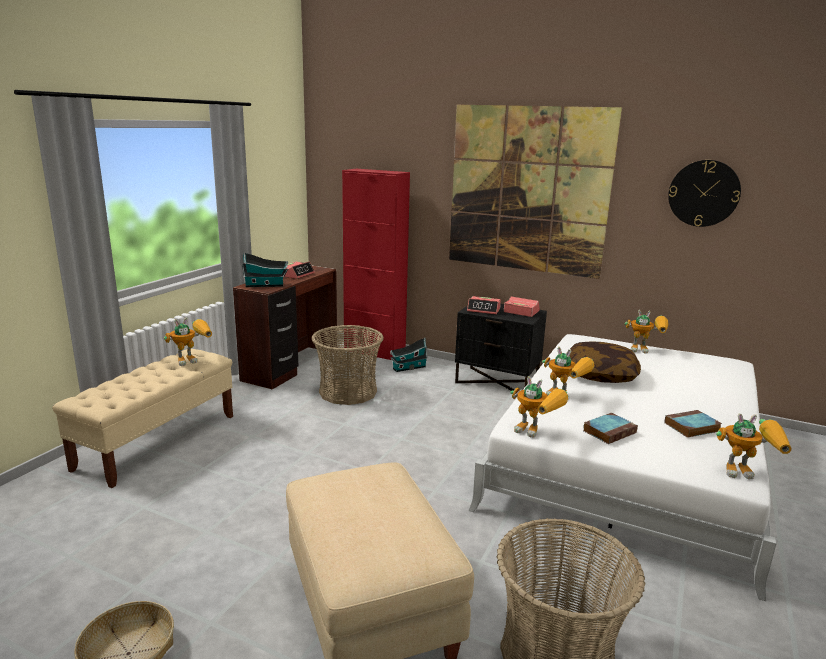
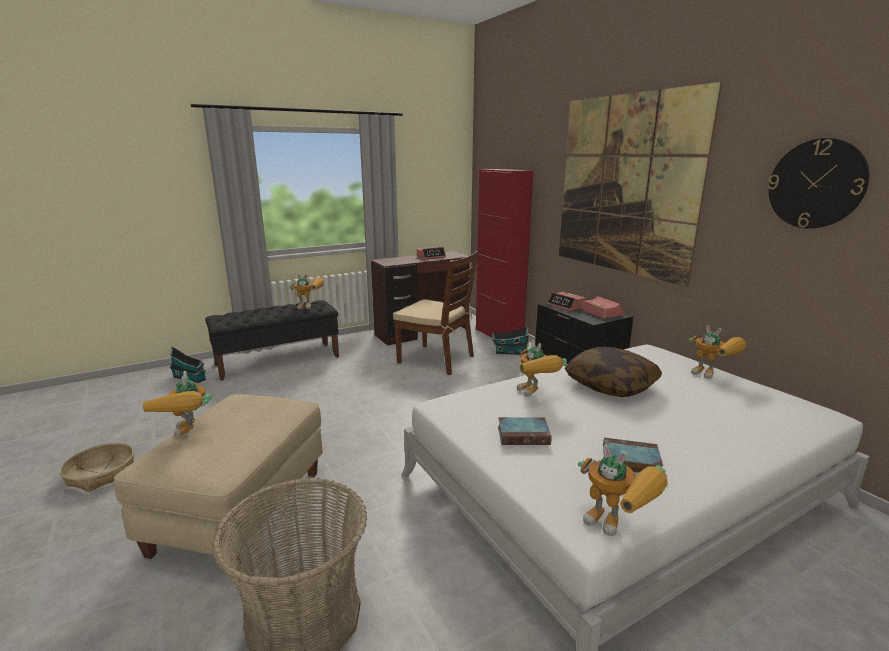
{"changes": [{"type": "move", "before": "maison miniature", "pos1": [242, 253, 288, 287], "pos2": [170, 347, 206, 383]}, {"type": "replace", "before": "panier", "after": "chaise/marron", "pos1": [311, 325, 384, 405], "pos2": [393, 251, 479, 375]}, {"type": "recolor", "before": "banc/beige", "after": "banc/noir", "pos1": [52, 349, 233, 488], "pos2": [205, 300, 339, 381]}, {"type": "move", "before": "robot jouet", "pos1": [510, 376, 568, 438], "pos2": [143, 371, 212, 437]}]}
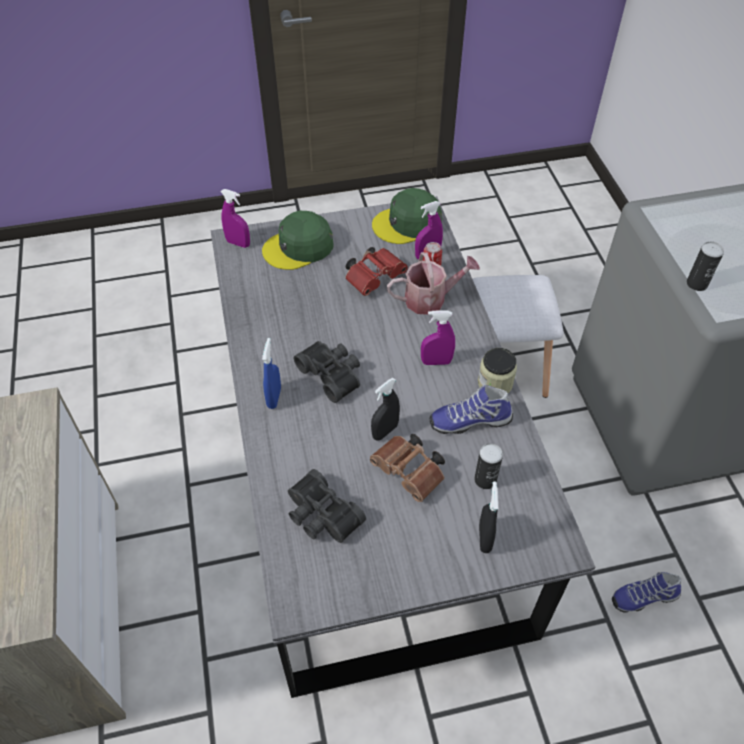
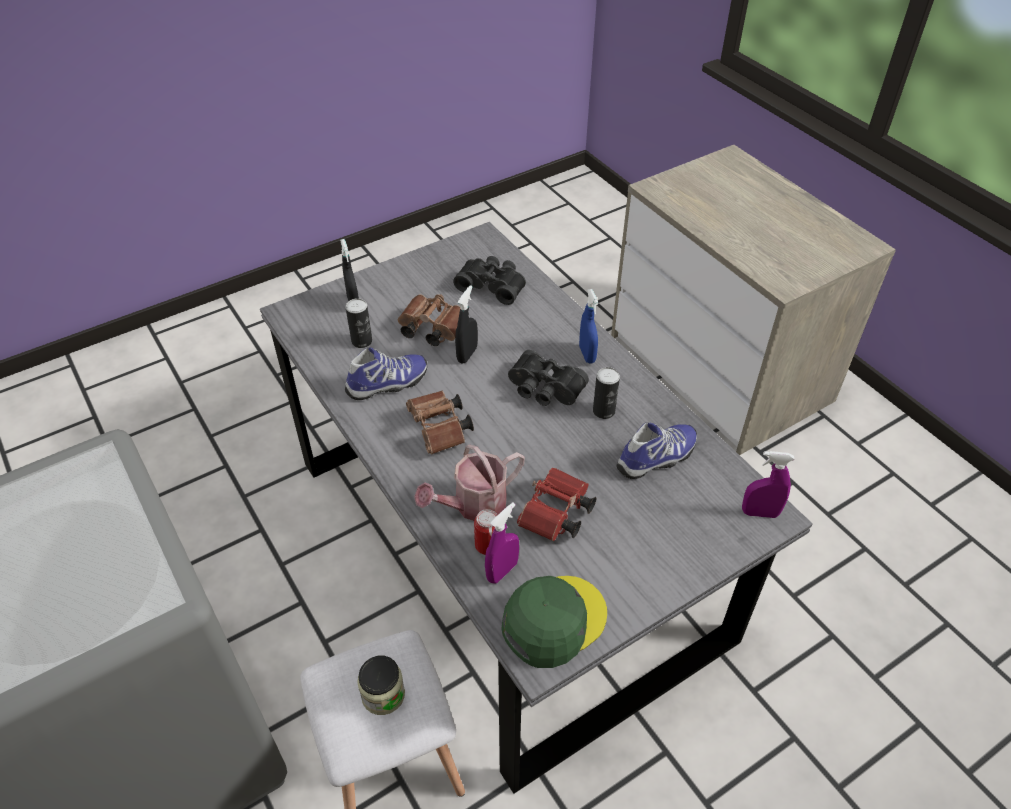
{"changes": [{"type": "delete", "before": "casquette/vert", "pos1": [262, 211, 334, 270]}, {"type": "move", "before": "boîte métallique", "pos1": [687, 242, 724, 291], "pos2": [593, 367, 620, 419]}, {"type": "replace", "before": "vaporisateur/violet", "after": "jumelles/marron", "pos1": [421, 310, 455, 365], "pos2": [406, 391, 474, 455]}, {"type": "move", "before": "bocal", "pos1": [478, 348, 517, 393], "pos2": [357, 656, 405, 715]}, {"type": "move", "before": "chaussure", "pos1": [612, 572, 681, 613], "pos2": [616, 422, 697, 479]}]}
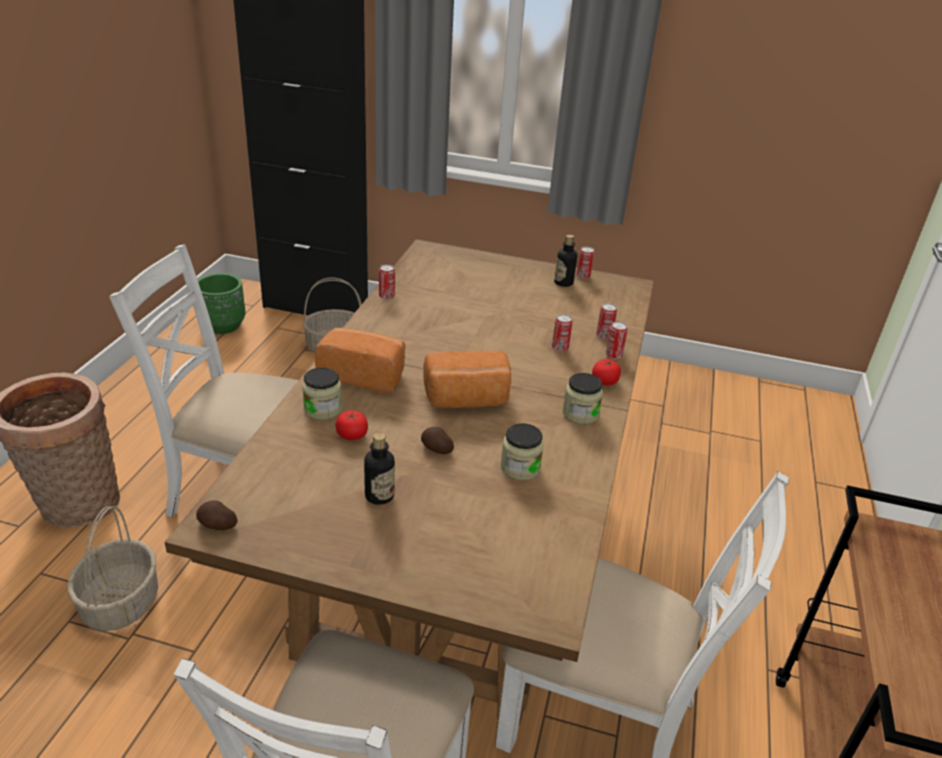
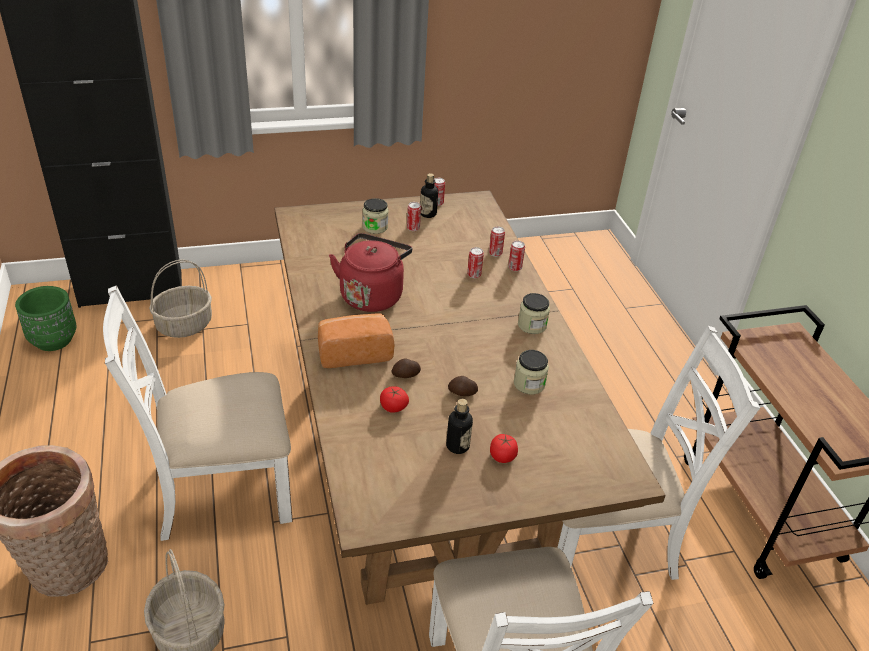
{"changes": [{"type": "move", "before": "boîte métallique", "pos1": [379, 264, 395, 300], "pos2": [407, 202, 421, 231]}, {"type": "delete", "before": "pain", "pos1": [423, 351, 511, 408]}, {"type": "move", "before": "tomate", "pos1": [592, 359, 621, 385], "pos2": [490, 434, 518, 463]}, {"type": "move", "before": "bocal", "pos1": [302, 368, 342, 420], "pos2": [362, 198, 389, 234]}, {"type": "move", "before": "pomme de terre", "pos1": [196, 500, 238, 530], "pos2": [392, 358, 421, 378]}, {"type": "insert", "after": "bouilloire/rouge", "pos2": [329, 233, 412, 312]}]}
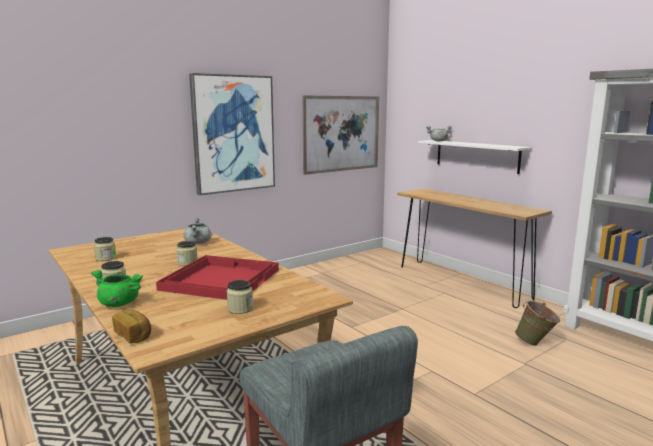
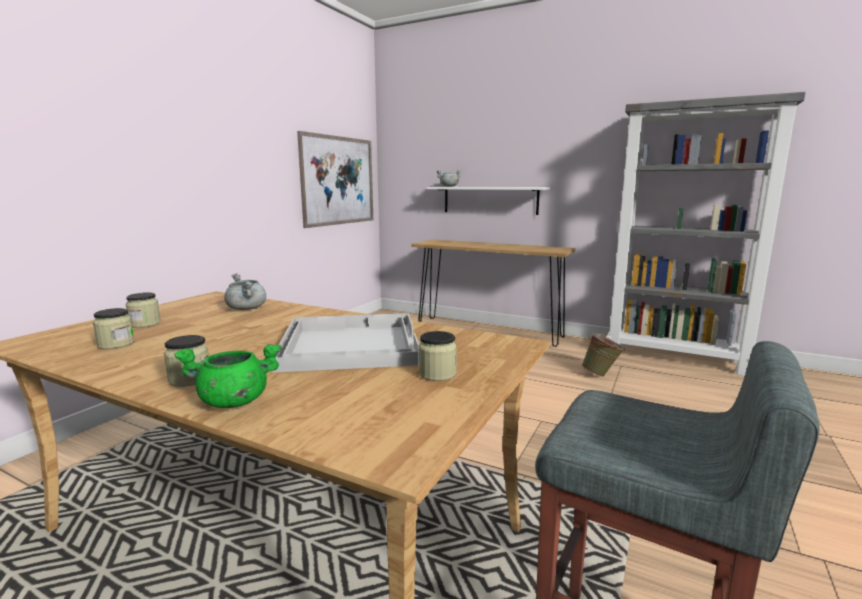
{"changes": [{"type": "delete", "before": "tableau", "pos1": [189, 73, 275, 195]}, {"type": "move", "before": "bocal", "pos1": [176, 241, 198, 266], "pos2": [126, 292, 161, 328]}, {"type": "recolor", "before": "plateau/rouge", "after": "plateau/blanc", "pos1": [156, 255, 279, 300], "pos2": [272, 313, 419, 372]}, {"type": "delete", "before": "pain", "pos1": [112, 310, 151, 344]}]}
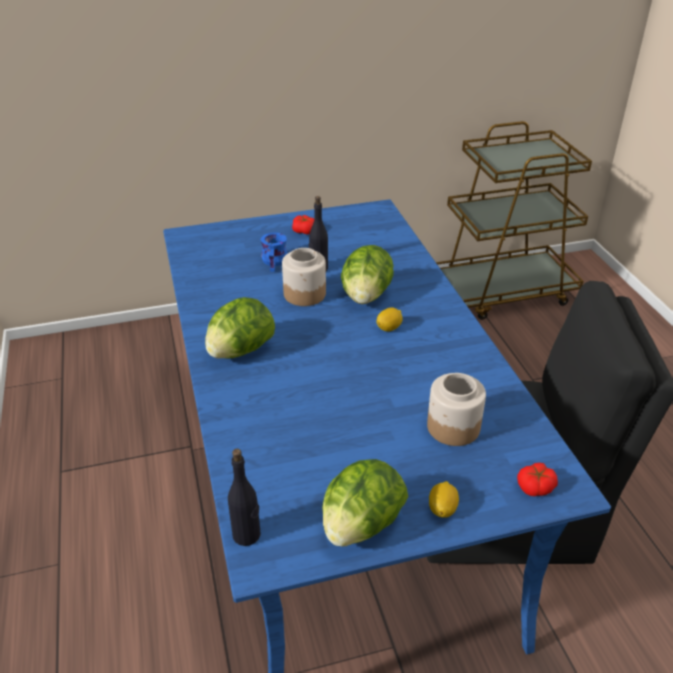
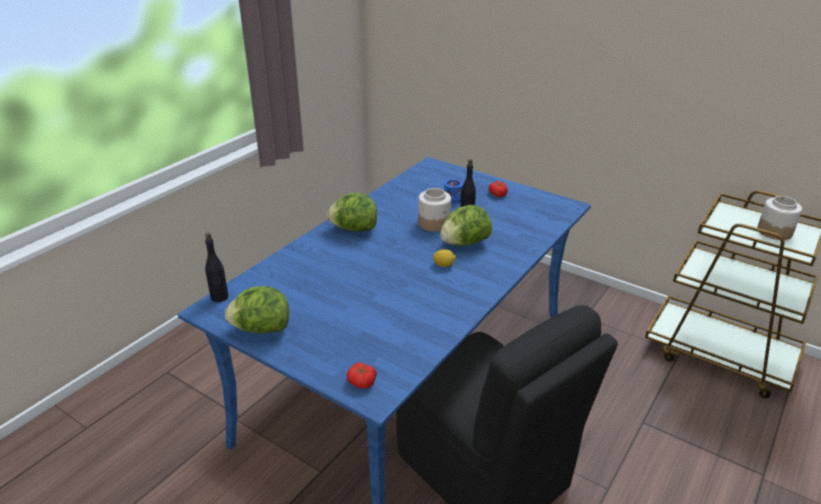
{"changes": [{"type": "move", "before": "bocal", "pos1": [427, 373, 486, 446], "pos2": [757, 196, 802, 240]}, {"type": "delete", "before": "citron", "pos1": [429, 481, 459, 518]}]}
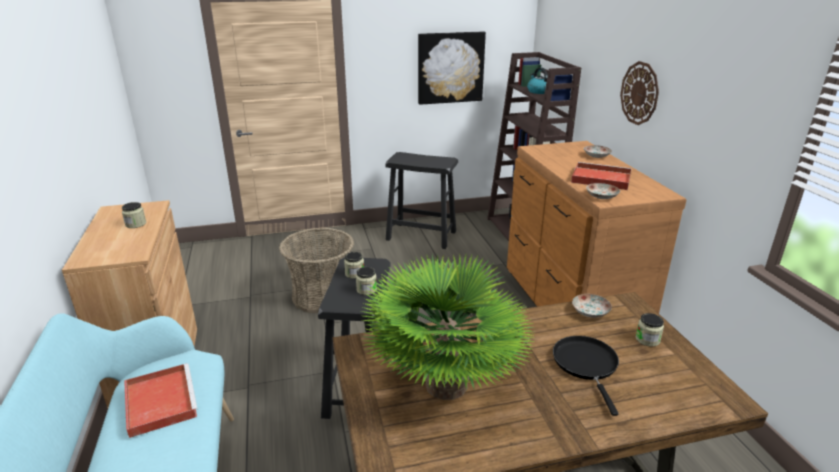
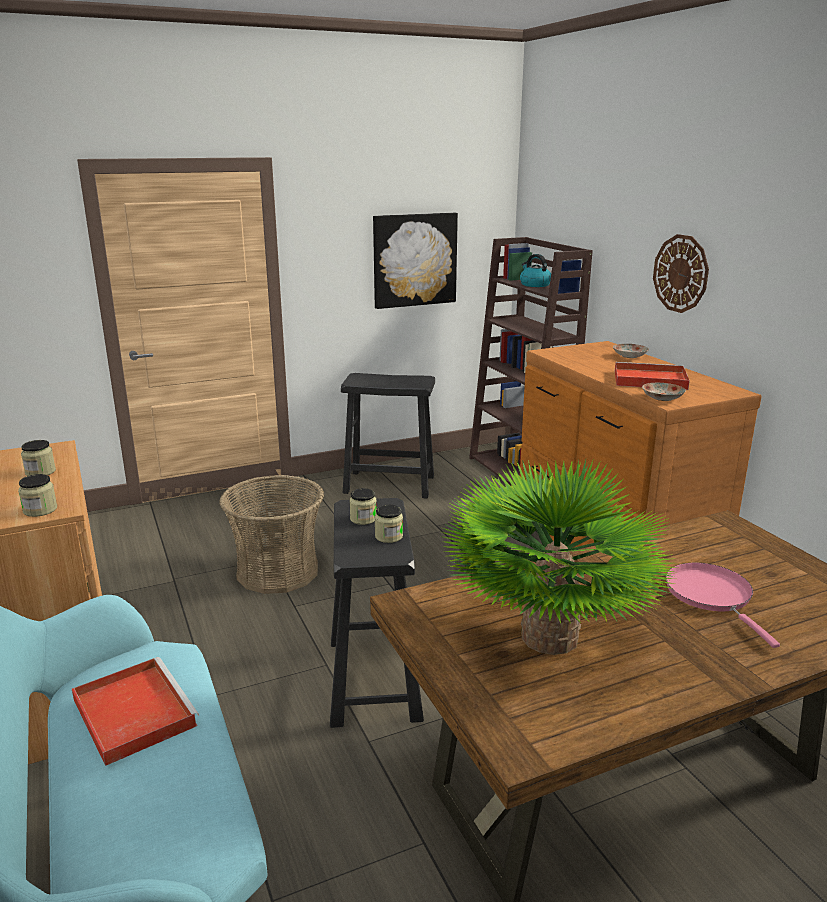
{"changes": [{"type": "delete", "before": "assiette", "pos1": [572, 294, 612, 318]}, {"type": "move", "before": "bocal", "pos1": [636, 313, 664, 347], "pos2": [18, 474, 57, 517]}, {"type": "recolor", "before": "poêle/noir", "after": "poêle/rose", "pos1": [553, 336, 619, 416], "pos2": [666, 563, 780, 648]}]}
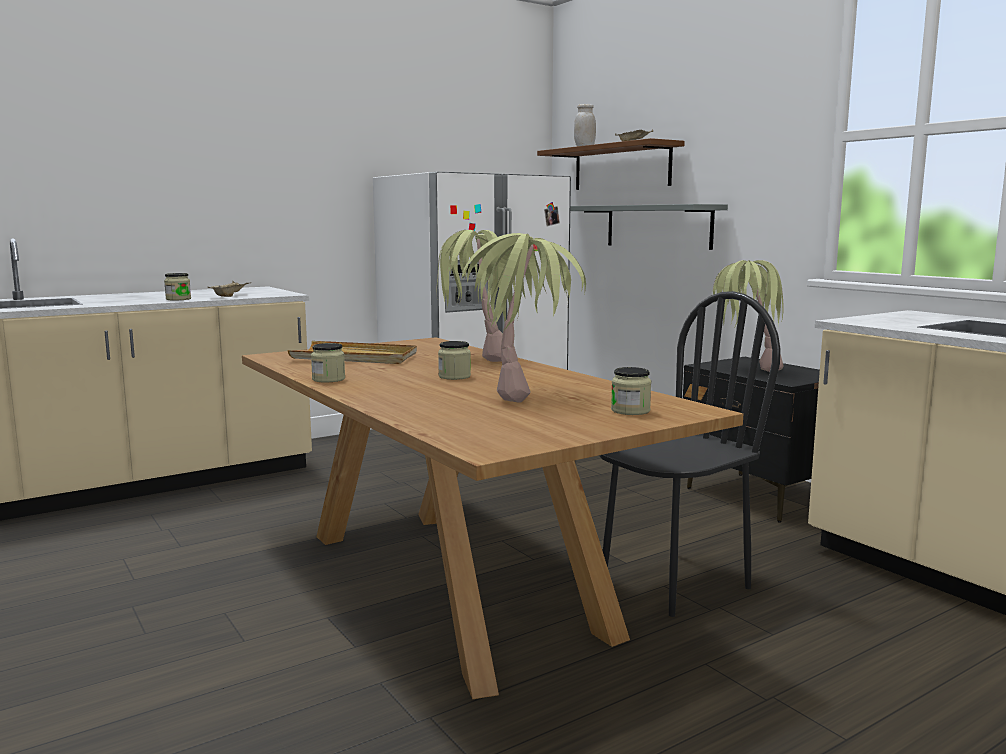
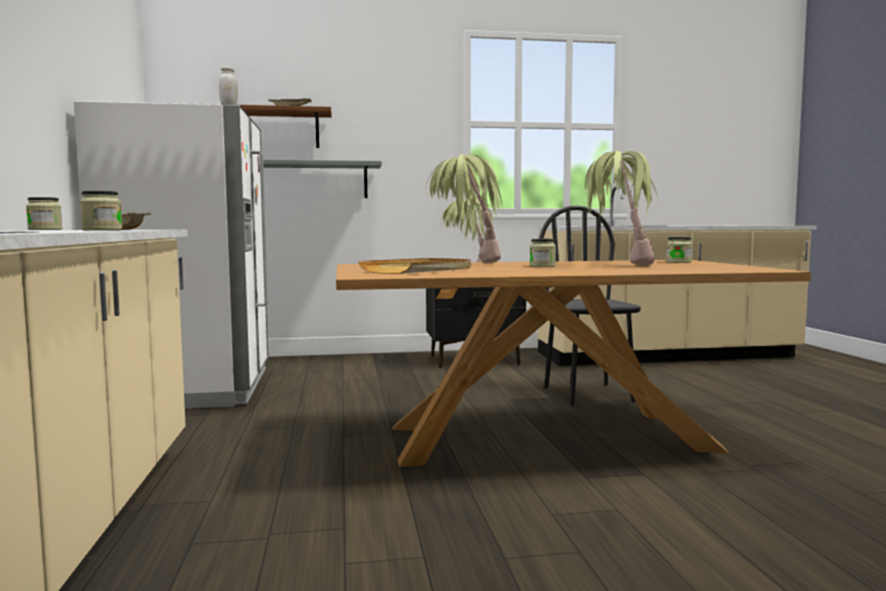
{"changes": [{"type": "move", "before": "bocal", "pos1": [311, 343, 345, 382], "pos2": [26, 197, 62, 230]}]}
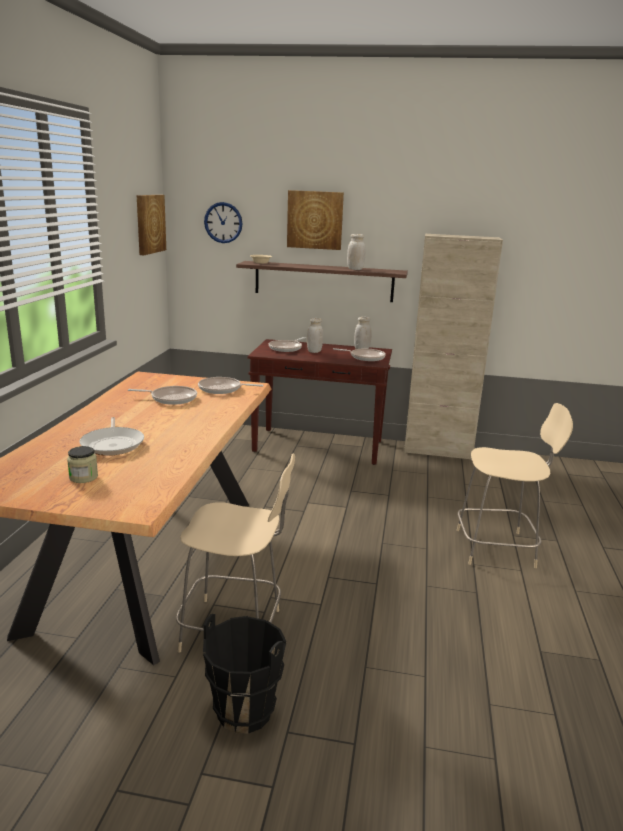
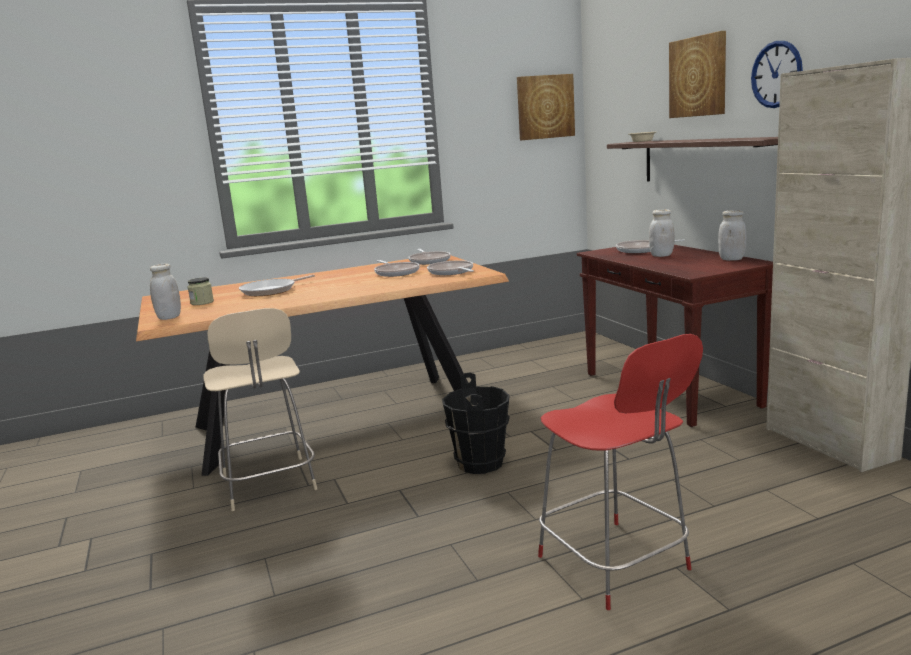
{"changes": [{"type": "move", "before": "horloge murale", "pos1": [204, 202, 243, 243], "pos2": [751, 41, 803, 108]}, {"type": "move", "before": "bocal/blanc", "pos1": [347, 234, 366, 270], "pos2": [150, 264, 181, 320]}, {"type": "move", "before": "poêle", "pos1": [333, 348, 386, 361], "pos2": [408, 249, 451, 265]}, {"type": "recolor", "before": "chaise/beige", "after": "chaise/rouge", "pos1": [457, 403, 573, 568], "pos2": [538, 334, 703, 610]}, {"type": "move", "before": "seau/noir", "pos1": [203, 614, 286, 733], "pos2": [442, 373, 510, 474]}]}
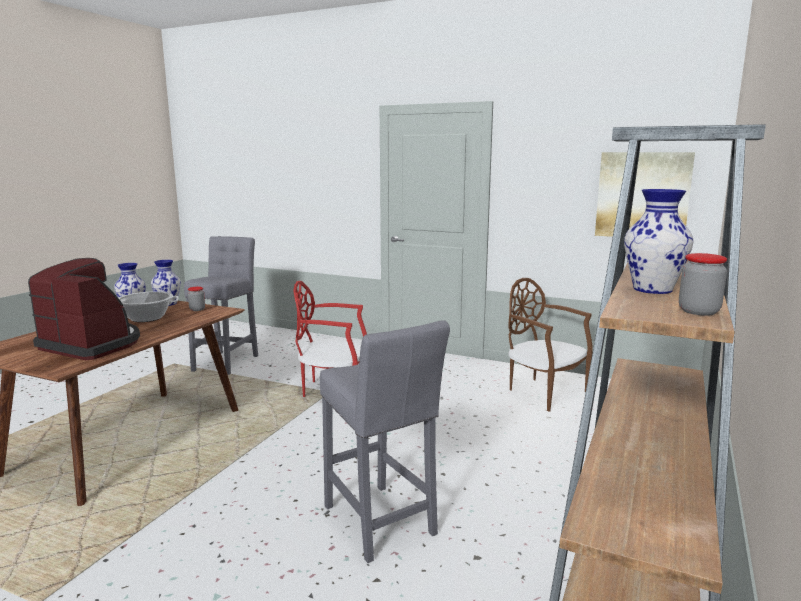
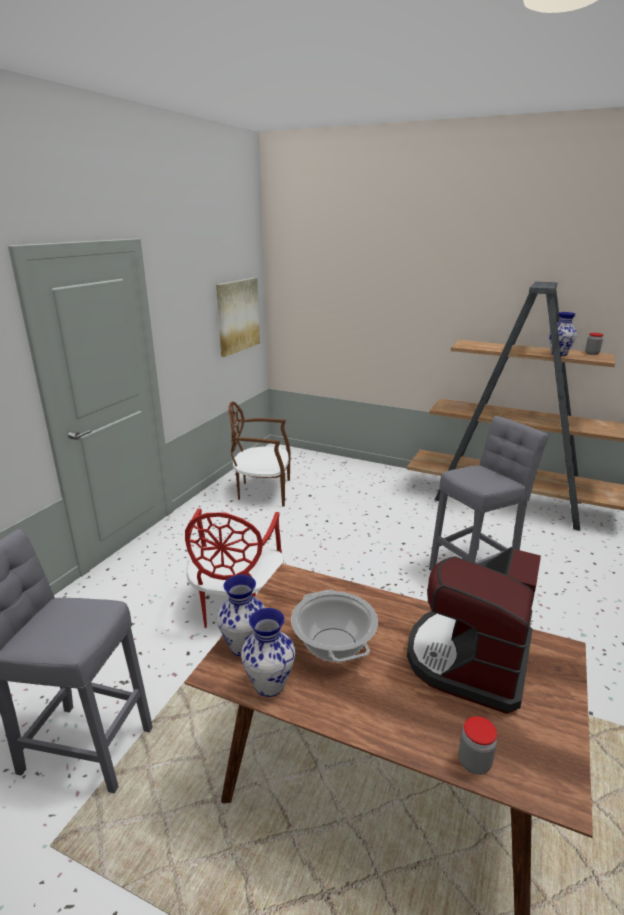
{"changes": [{"type": "rotate", "before": "chaise/marron", "pos1": [508, 278, 593, 412], "pos2": [228, 401, 291, 506], "turn": 45}, {"type": "move", "before": "bocal", "pos1": [188, 287, 205, 311], "pos2": [459, 716, 497, 775]}]}
